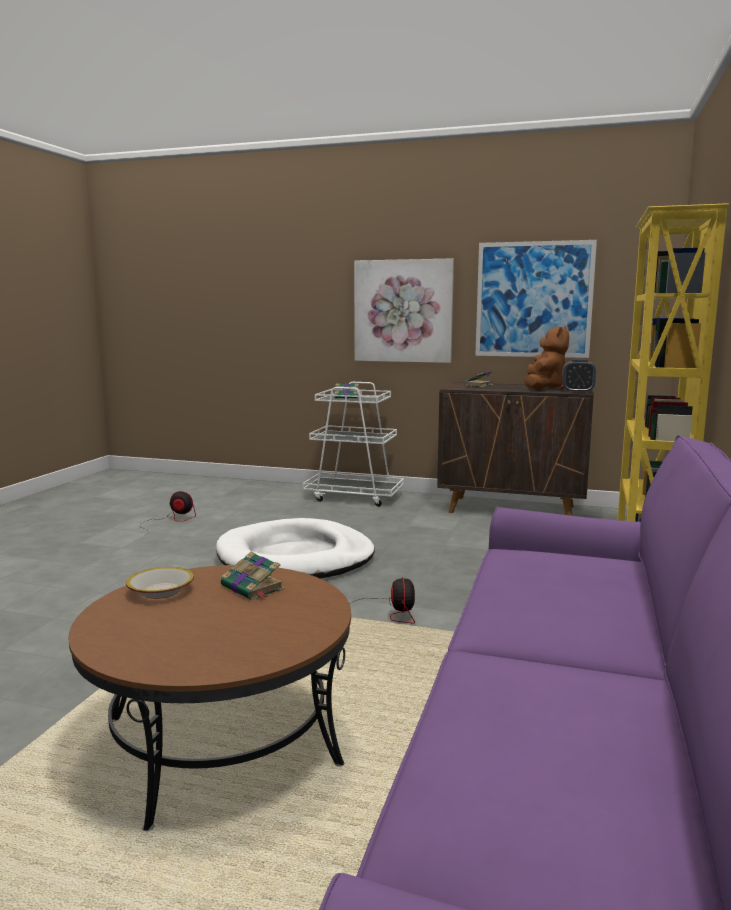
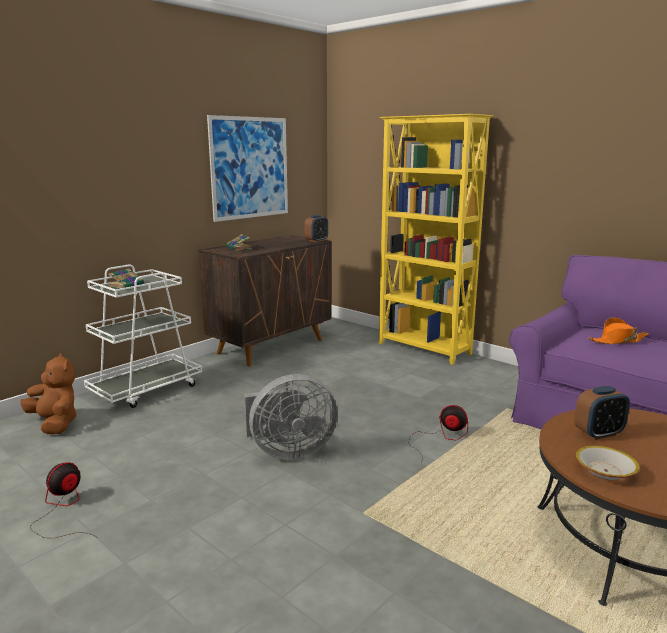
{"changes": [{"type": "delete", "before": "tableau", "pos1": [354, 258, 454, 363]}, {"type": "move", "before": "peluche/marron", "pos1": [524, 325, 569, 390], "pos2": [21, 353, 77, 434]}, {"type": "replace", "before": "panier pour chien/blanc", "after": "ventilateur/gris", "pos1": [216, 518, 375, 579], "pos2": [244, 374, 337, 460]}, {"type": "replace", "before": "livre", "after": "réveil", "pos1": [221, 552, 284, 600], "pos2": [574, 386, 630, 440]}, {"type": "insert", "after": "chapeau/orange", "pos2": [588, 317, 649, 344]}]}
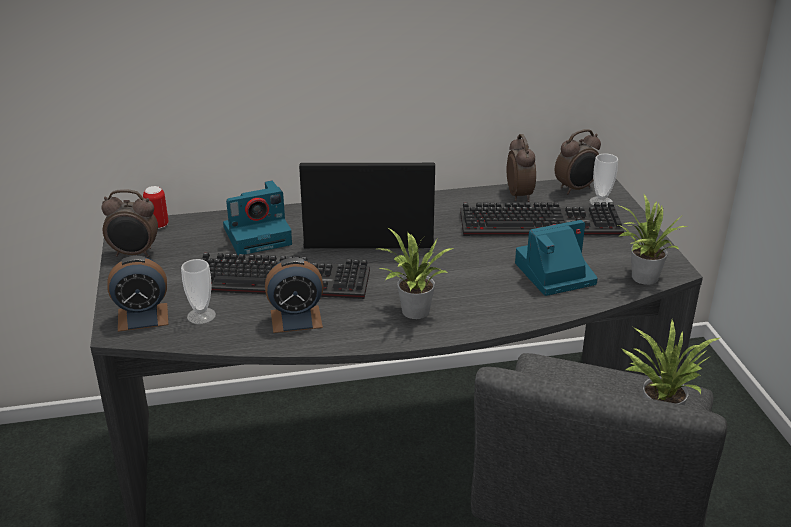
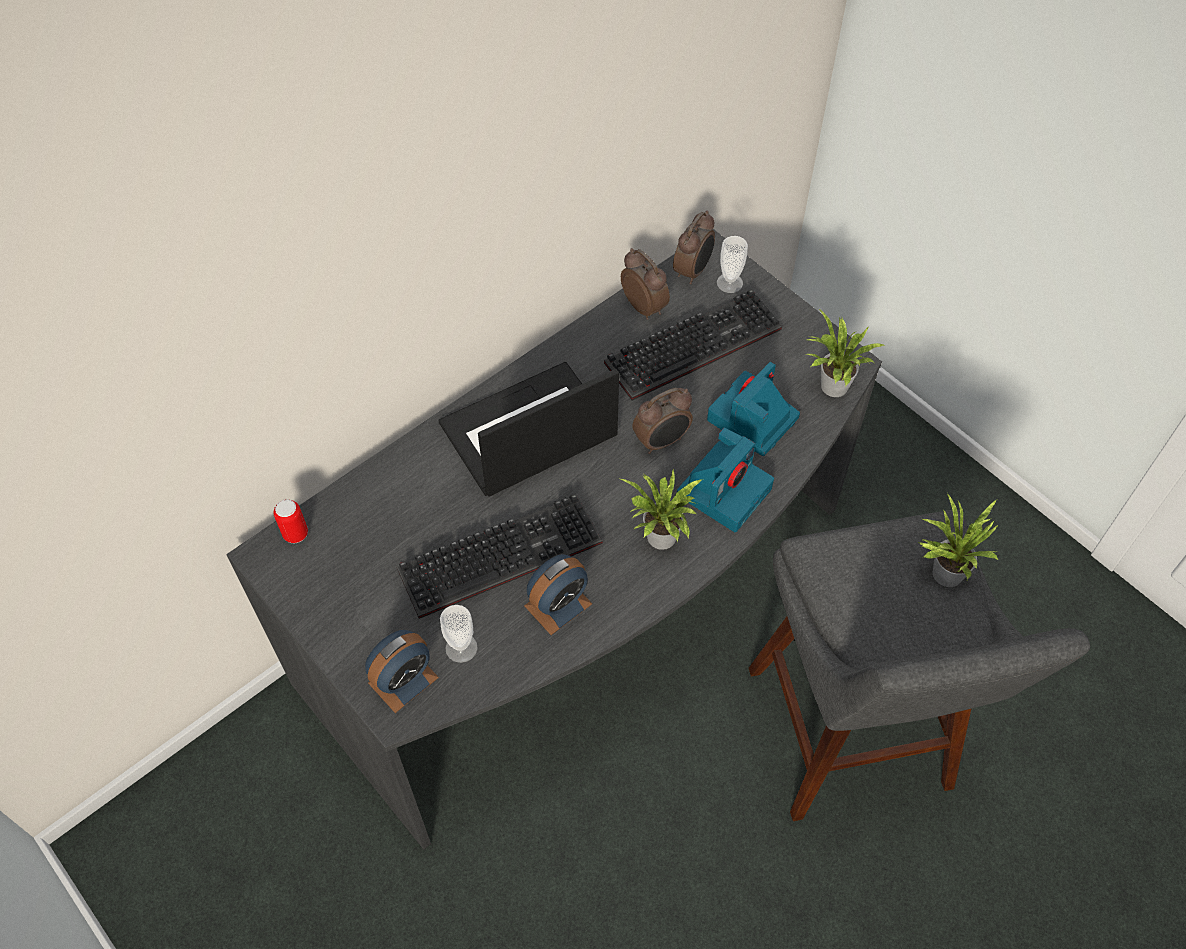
{"changes": [{"type": "move", "before": "appareil photo", "pos1": [223, 181, 292, 256], "pos2": [677, 428, 774, 532]}, {"type": "move", "before": "réveil", "pos1": [102, 189, 158, 257], "pos2": [632, 388, 693, 454]}]}
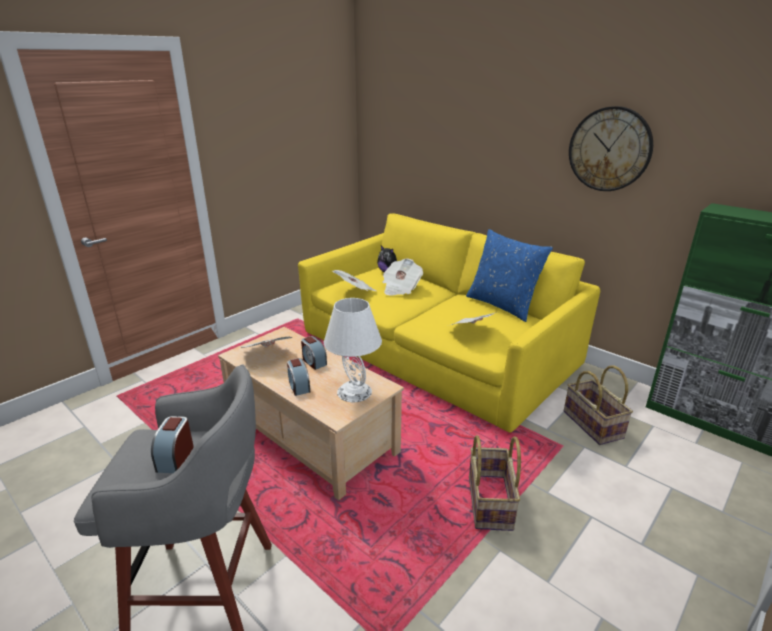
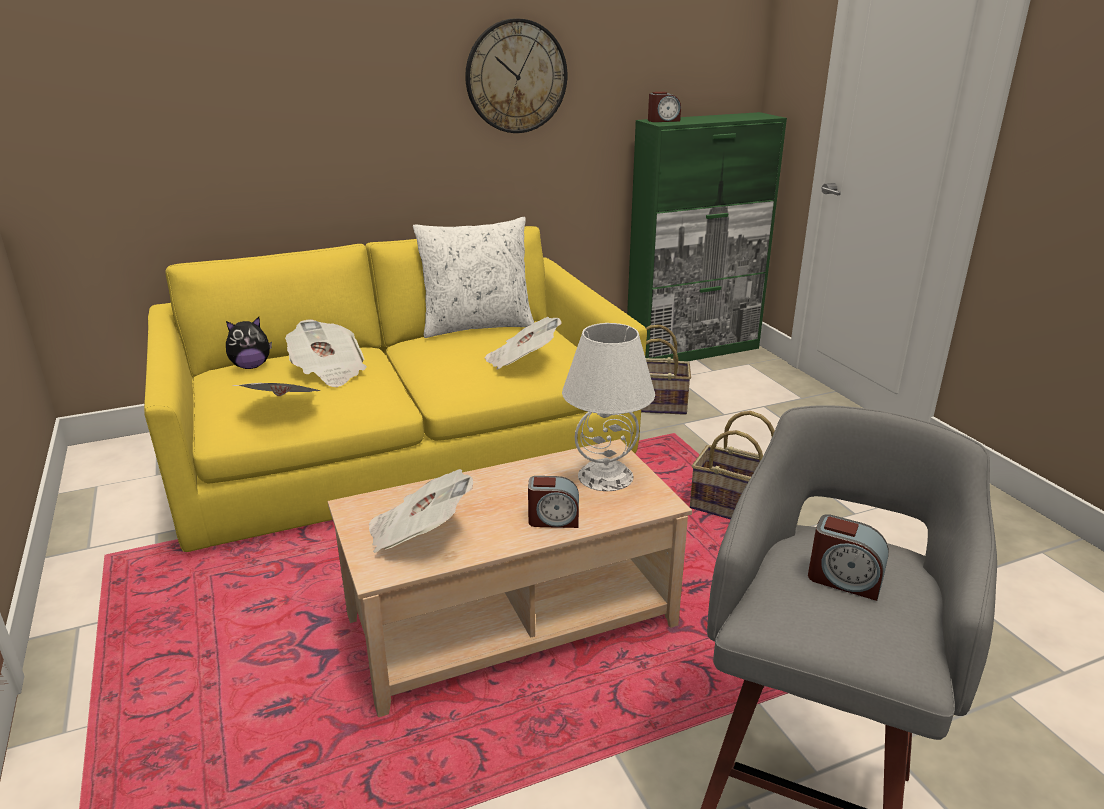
{"changes": [{"type": "recolor", "before": "coussin/bleu", "after": "coussin/blanc", "pos1": [466, 229, 553, 322], "pos2": [413, 217, 534, 338]}, {"type": "move", "before": "réveil", "pos1": [301, 336, 327, 370], "pos2": [648, 92, 681, 122]}]}
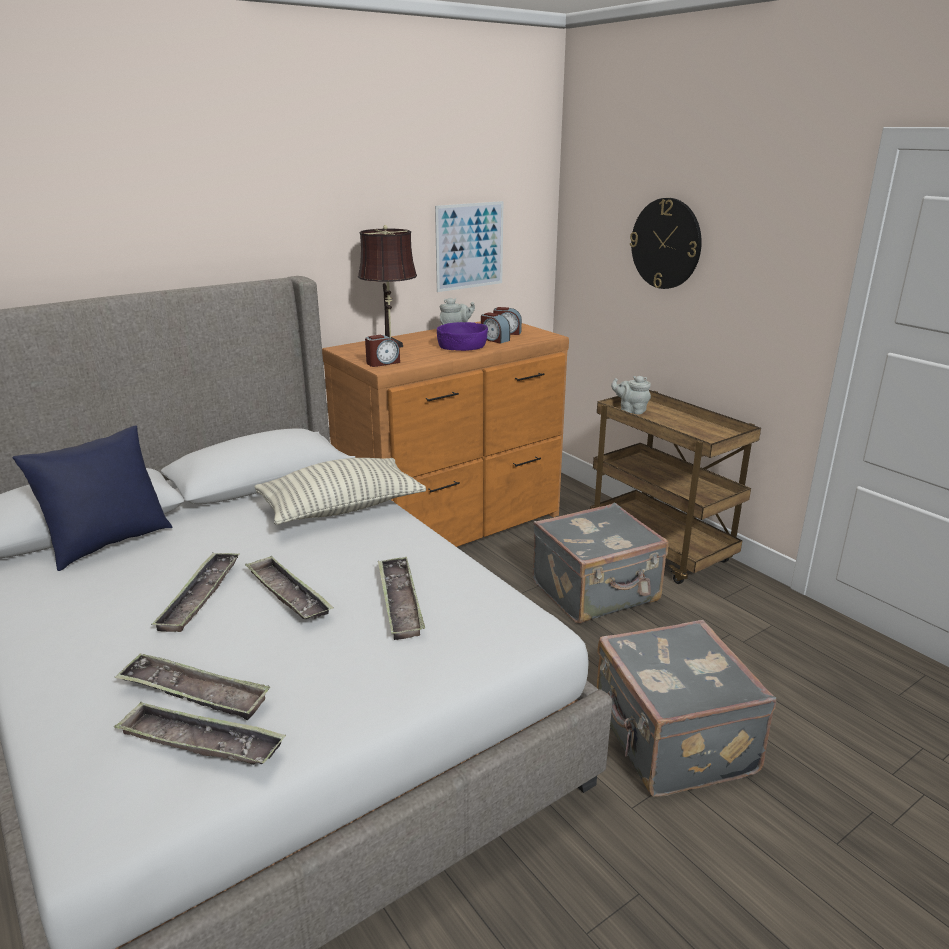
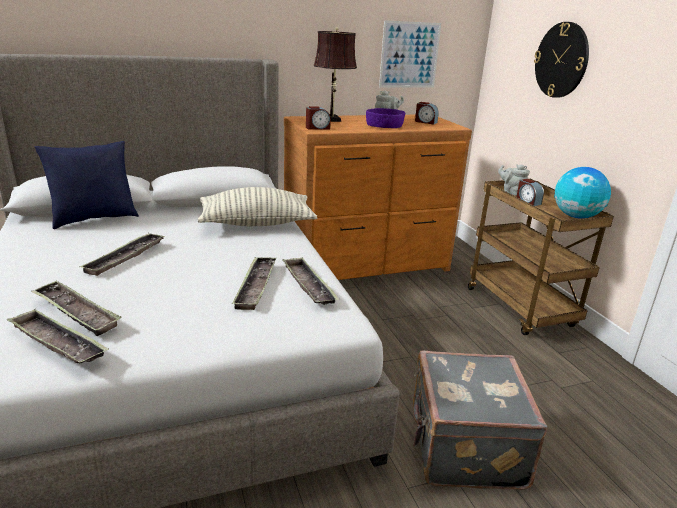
{"changes": [{"type": "move", "before": "réveil", "pos1": [481, 312, 510, 344], "pos2": [516, 179, 544, 206]}, {"type": "delete", "before": "valise/gris", "pos1": [533, 503, 669, 623]}, {"type": "move", "before": "plateau", "pos1": [245, 556, 334, 619], "pos2": [283, 257, 339, 305]}, {"type": "insert", "after": "globe", "pos2": [554, 167, 611, 219]}]}
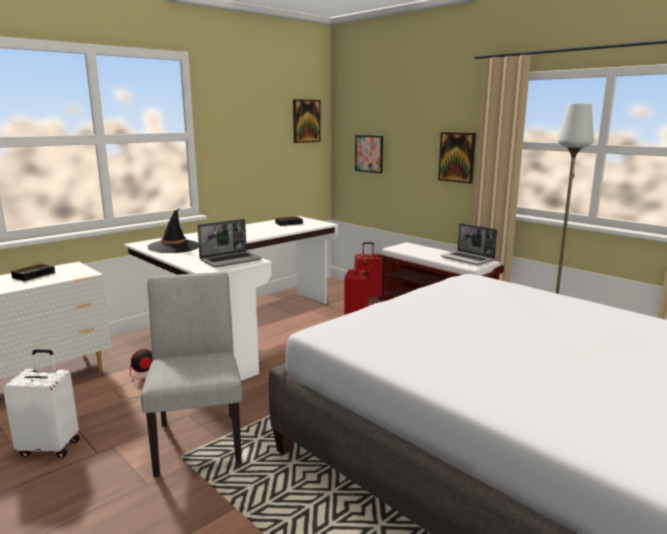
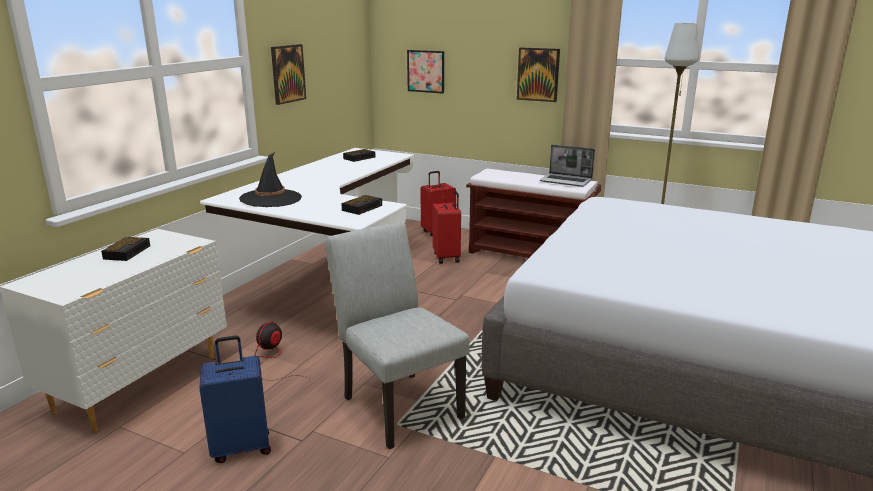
{"changes": [{"type": "move", "before": "tableau", "pos1": [293, 99, 321, 143], "pos2": [271, 44, 306, 105]}, {"type": "replace", "before": "ordinateur portable", "after": "réveil", "pos1": [197, 219, 262, 267], "pos2": [341, 195, 382, 215]}, {"type": "recolor", "before": "valise/blanc", "after": "valise/bleu", "pos1": [3, 349, 80, 458], "pos2": [199, 336, 271, 463]}]}
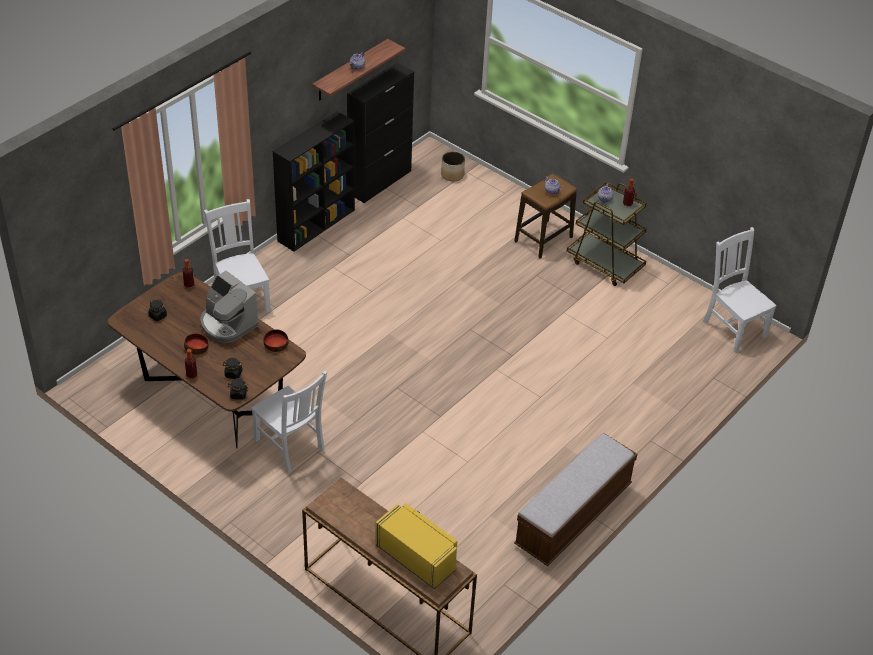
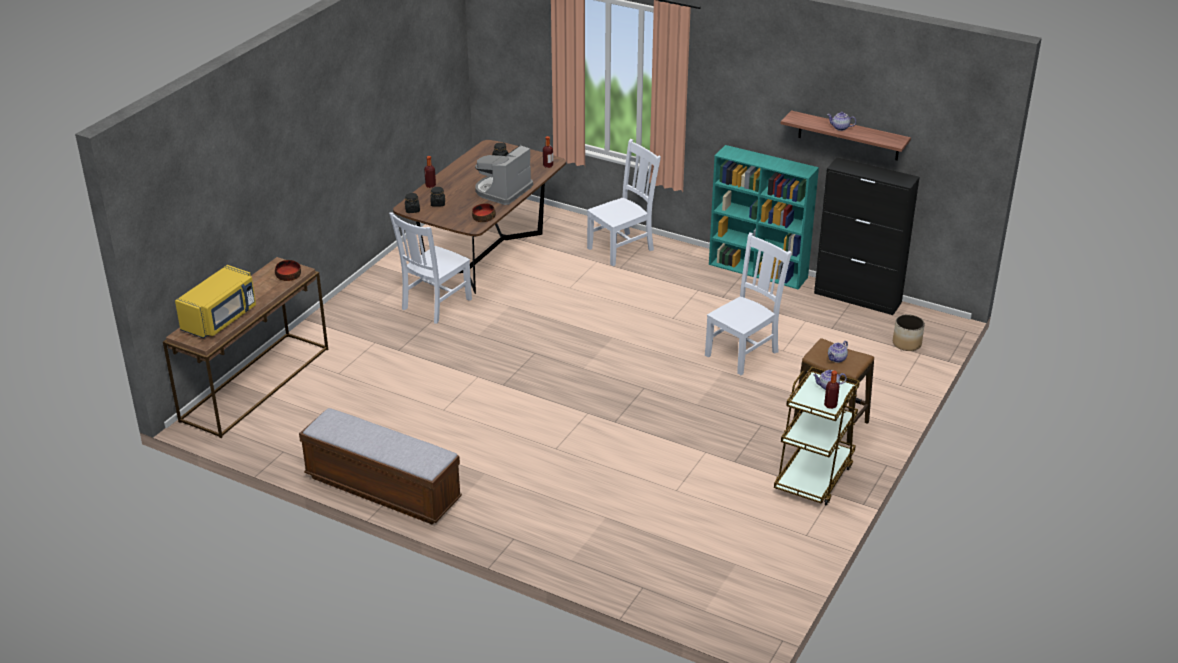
{"changes": [{"type": "recolor", "before": "bibliothèque/noir", "after": "bibliothèque/turquoise", "pos1": [273, 111, 355, 251], "pos2": [709, 145, 819, 289]}, {"type": "move", "before": "chaise/blanc", "pos1": [703, 227, 777, 352], "pos2": [705, 232, 792, 375]}, {"type": "move", "before": "bol", "pos1": [184, 333, 209, 355], "pos2": [275, 260, 301, 281]}]}
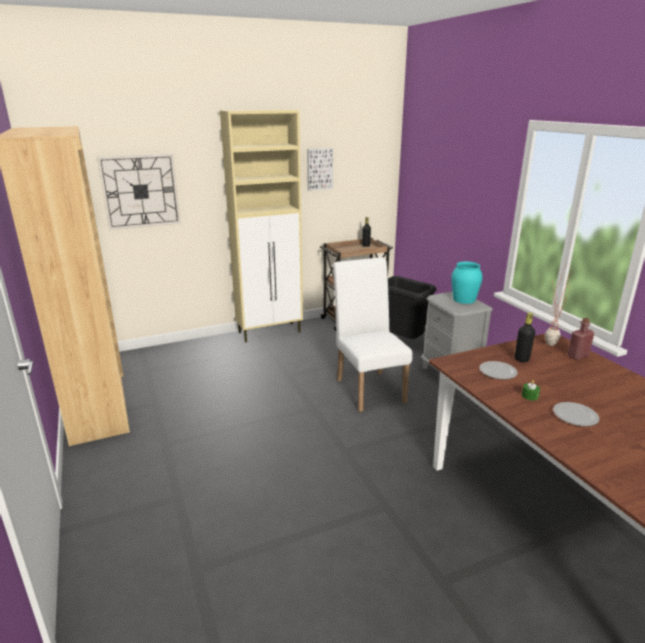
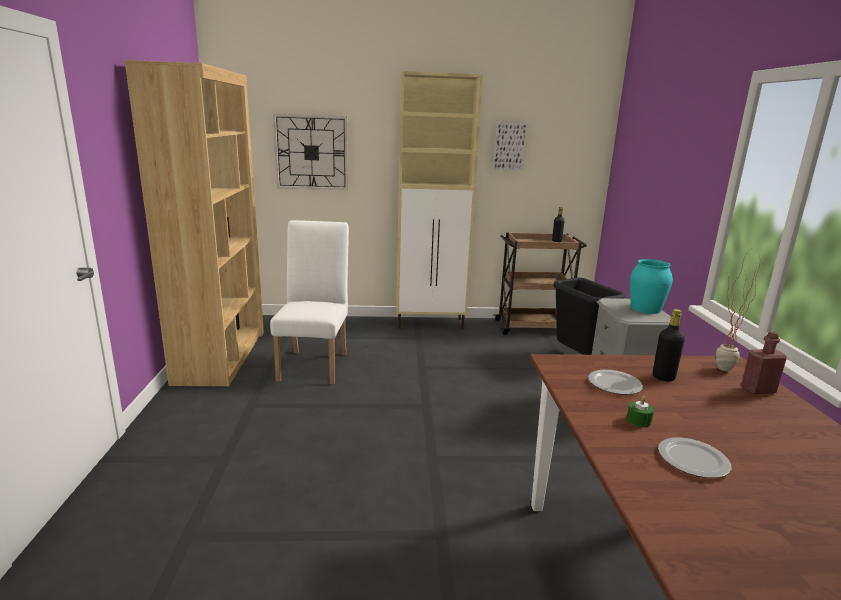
{"changes": [{"type": "move", "before": "chaise/blanc", "pos1": [333, 257, 413, 412], "pos2": [270, 220, 349, 384]}]}
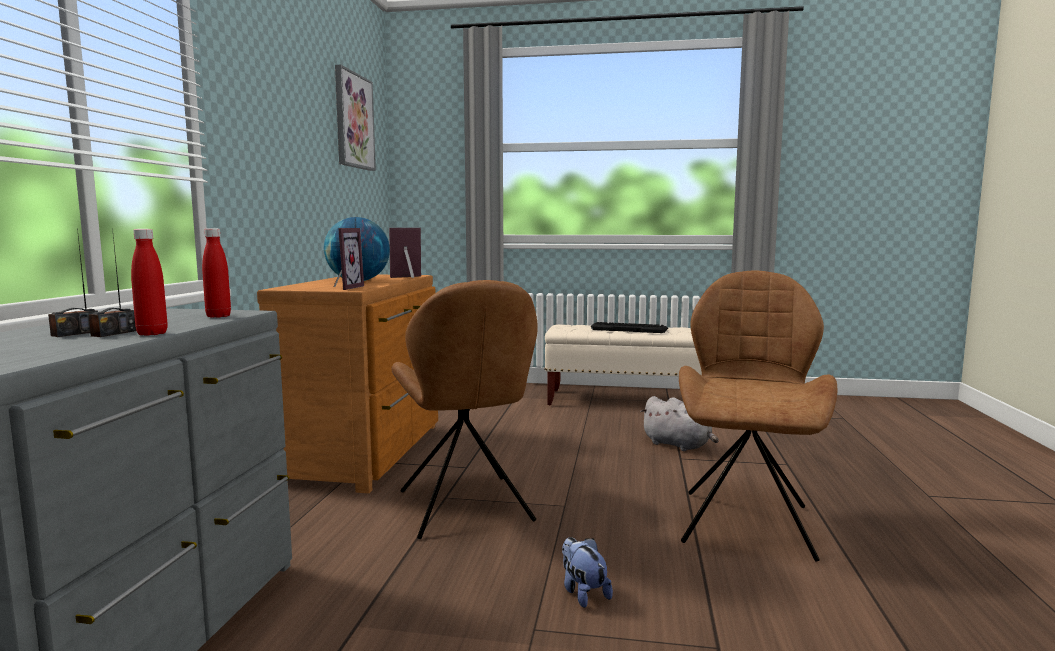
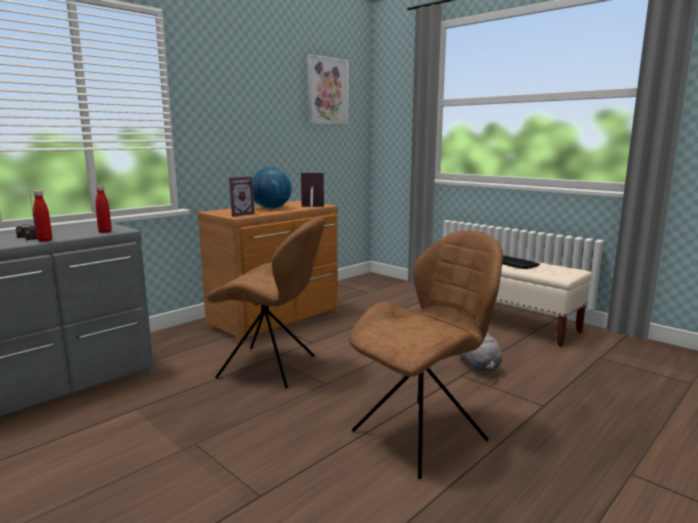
{"changes": [{"type": "rotate", "before": "chaise/marron", "pos1": [392, 280, 538, 539], "pos2": [207, 216, 325, 389], "turn": -90}, {"type": "delete", "before": "peluche", "pos1": [562, 537, 613, 608]}]}
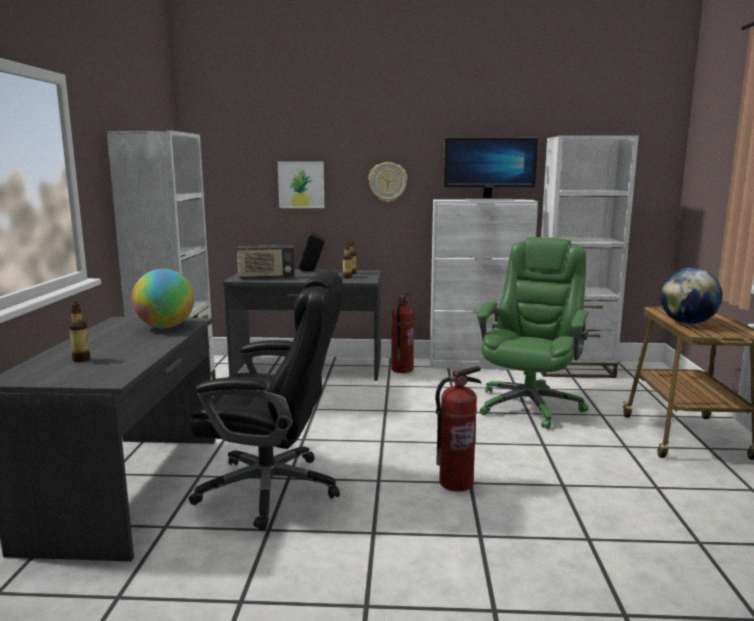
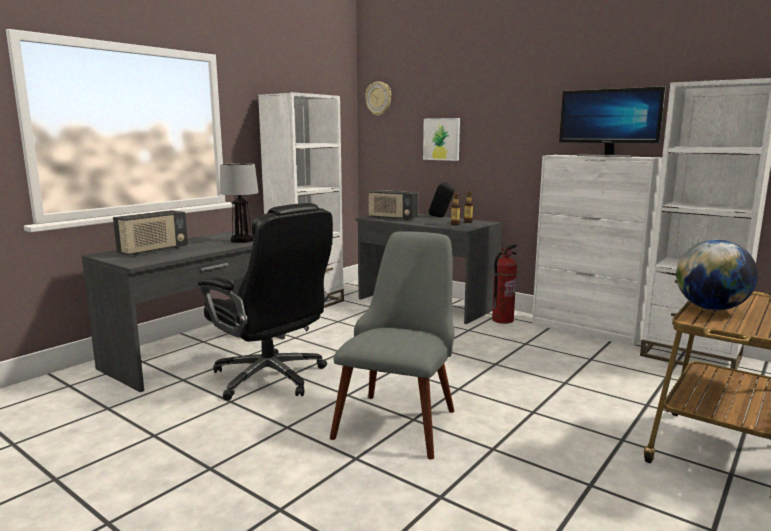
{"changes": [{"type": "move", "before": "horloge murale", "pos1": [368, 162, 408, 202], "pos2": [365, 82, 391, 116]}, {"type": "delete", "before": "chaise de bureau/vert", "pos1": [477, 237, 589, 429]}, {"type": "replace", "before": "globe", "after": "lampe de table", "pos1": [132, 269, 195, 328], "pos2": [220, 163, 259, 243]}, {"type": "replace", "before": "bouteille", "after": "radio", "pos1": [69, 302, 90, 362], "pos2": [113, 210, 188, 256]}, {"type": "replace", "before": "extincteur", "after": "chaise/gris", "pos1": [435, 366, 482, 492], "pos2": [330, 231, 454, 460]}]}
